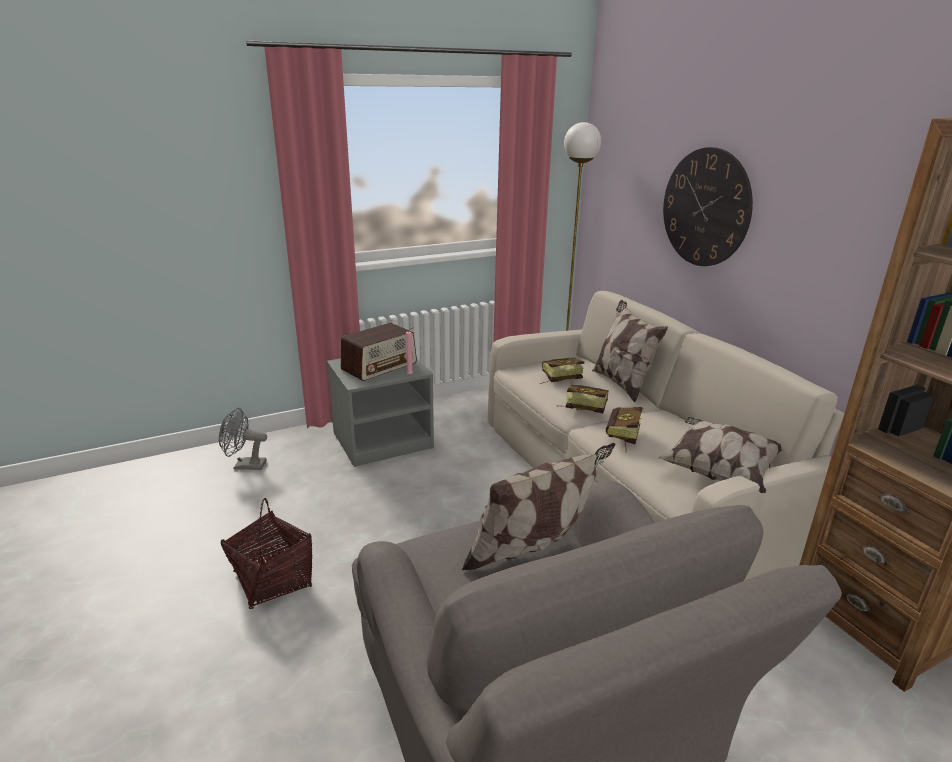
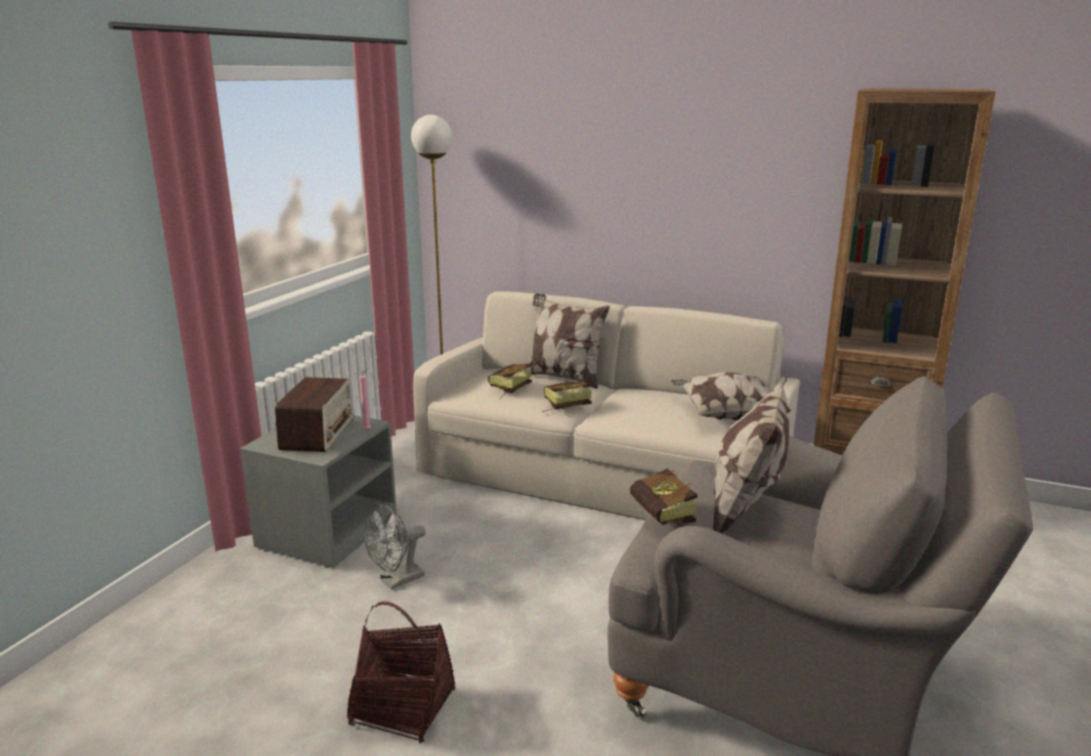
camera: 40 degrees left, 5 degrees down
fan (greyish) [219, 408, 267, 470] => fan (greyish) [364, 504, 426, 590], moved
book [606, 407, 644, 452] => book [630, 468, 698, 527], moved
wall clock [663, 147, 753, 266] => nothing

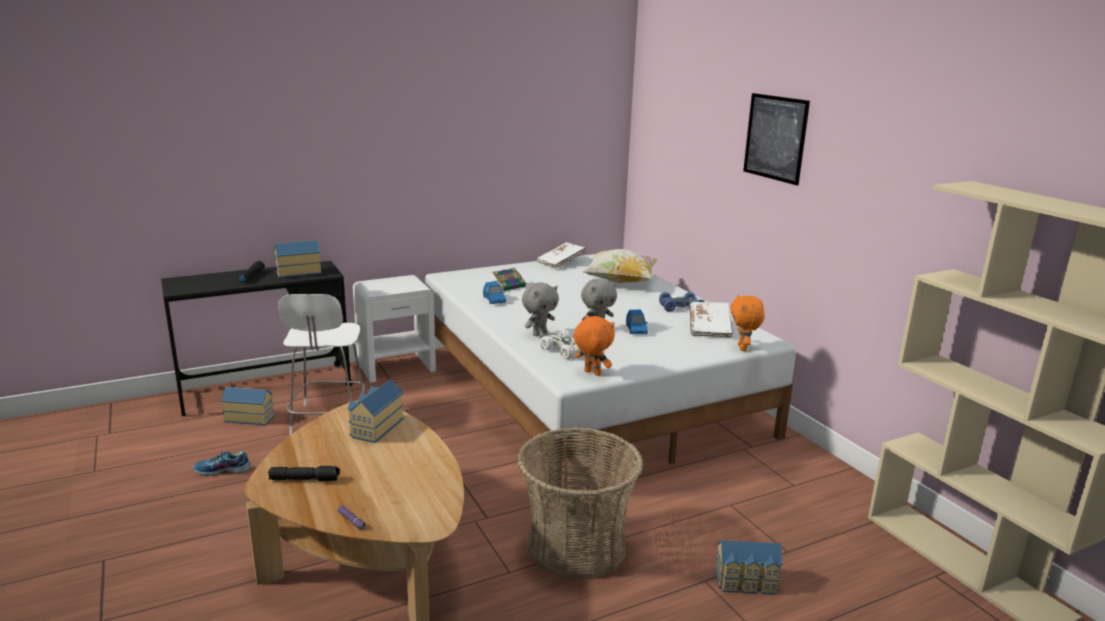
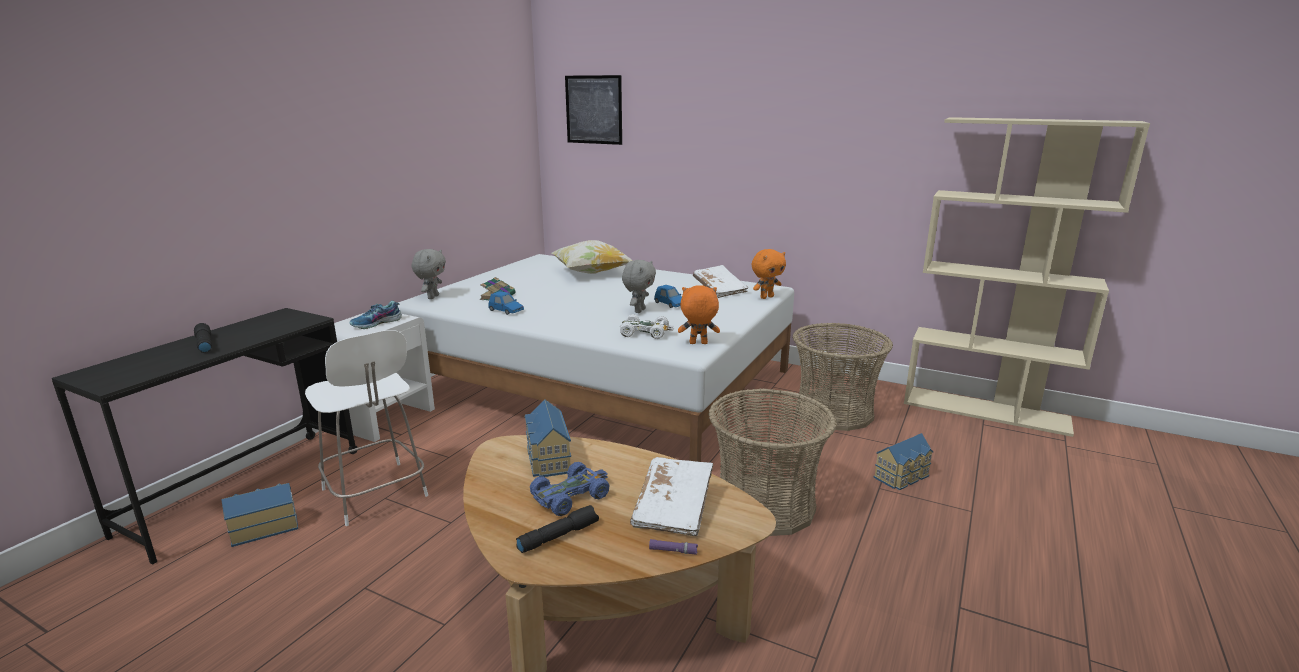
camera: 35 degrees left, 0 degrees up
item of footwear [193, 451, 251, 476] => item of footwear [349, 301, 402, 329], moved
miniature house [274, 240, 322, 278] => nothing
plush toy (greyish) [522, 282, 559, 336] => plush toy (greyish) [412, 249, 446, 299], moved
book (whitish) [537, 242, 586, 268] => book (whitish) [630, 457, 713, 536], moved
toy car (blue-coloured) [659, 292, 705, 312] => toy car (blue-coloured) [530, 462, 609, 516], moved
plush toy (orangey) [731, 294, 765, 351] => plush toy (orangey) [751, 249, 786, 299], 90 degrees counterclockwise
wall picture [743, 93, 810, 185] => wall picture [565, 75, 622, 145], moved
nothing => storage basket [792, 322, 893, 431]

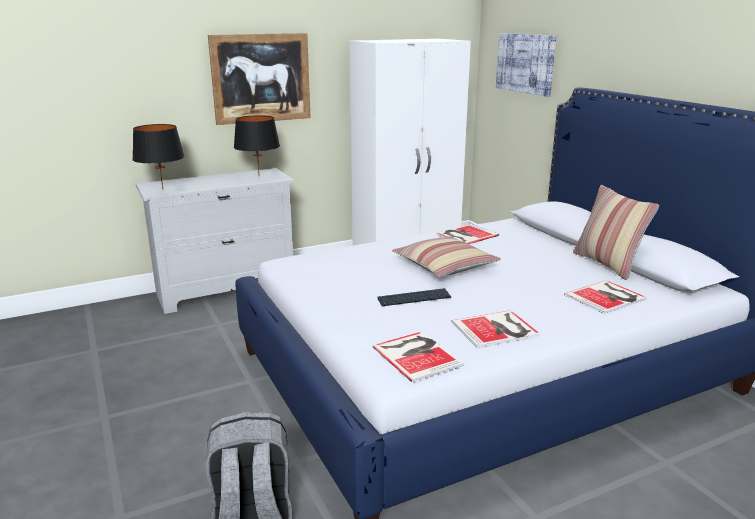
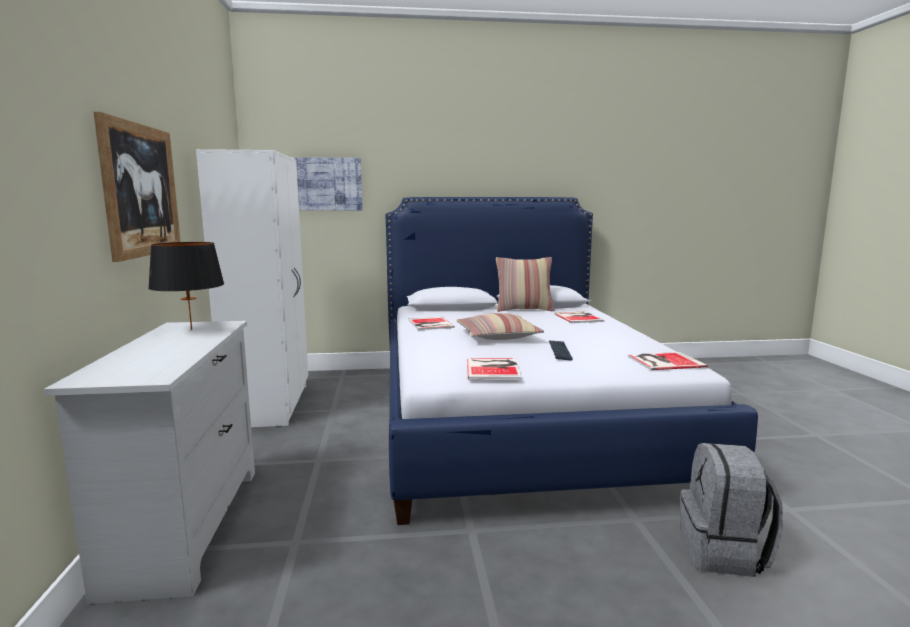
camera: 70 degrees left, 10 degrees down
table lamp (black-coloured) [132, 124, 185, 189] => nothing
book [452, 310, 540, 348] => book [467, 358, 522, 380], moved

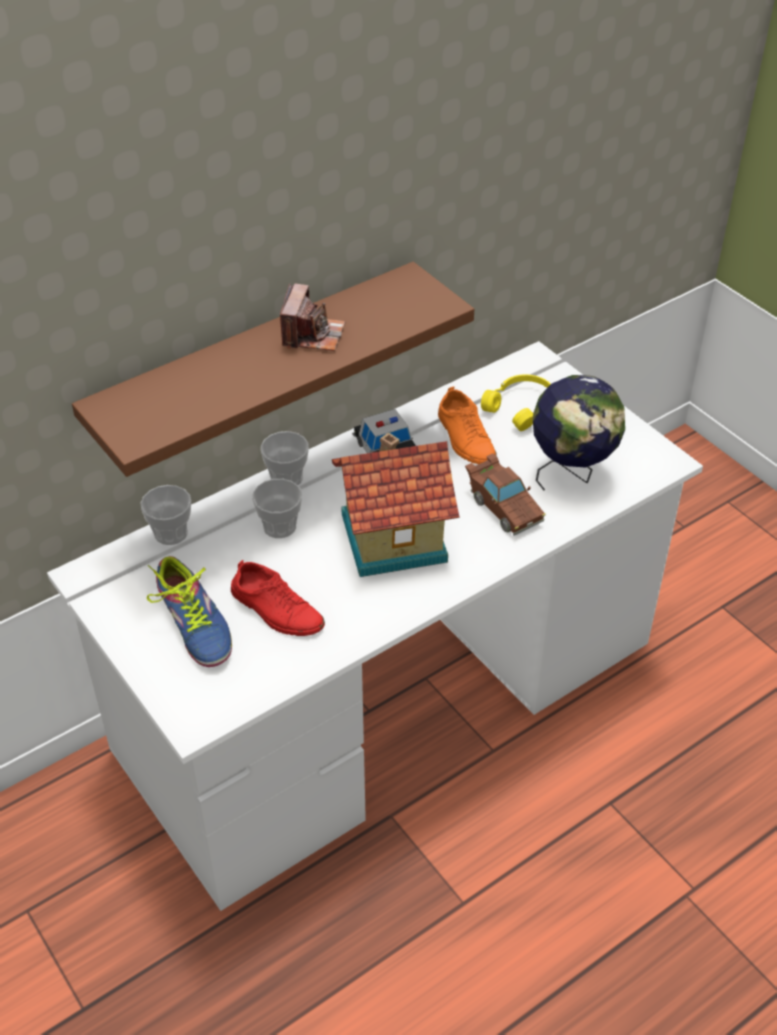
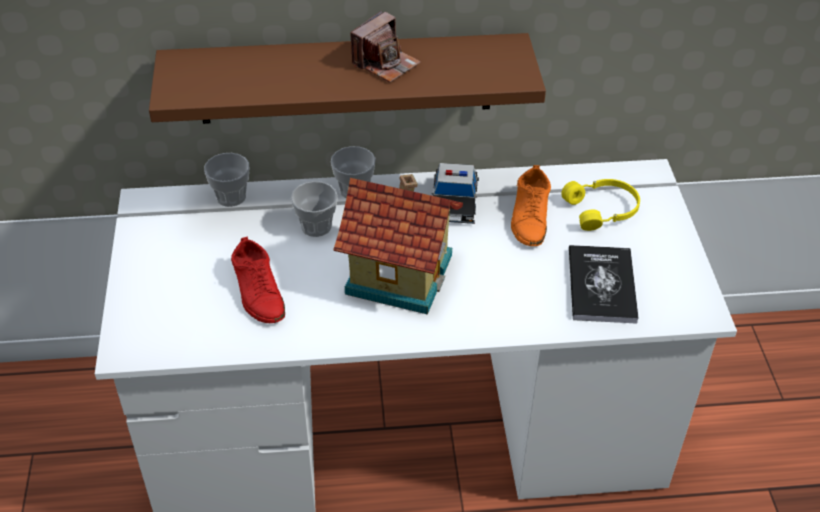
camera: 30 degrees right, 0 degrees up
item of footwear [147, 556, 232, 667] => nothing
toy car (brown) [465, 453, 546, 536] => nothing
world globe [533, 375, 625, 490] => book [569, 245, 639, 324]

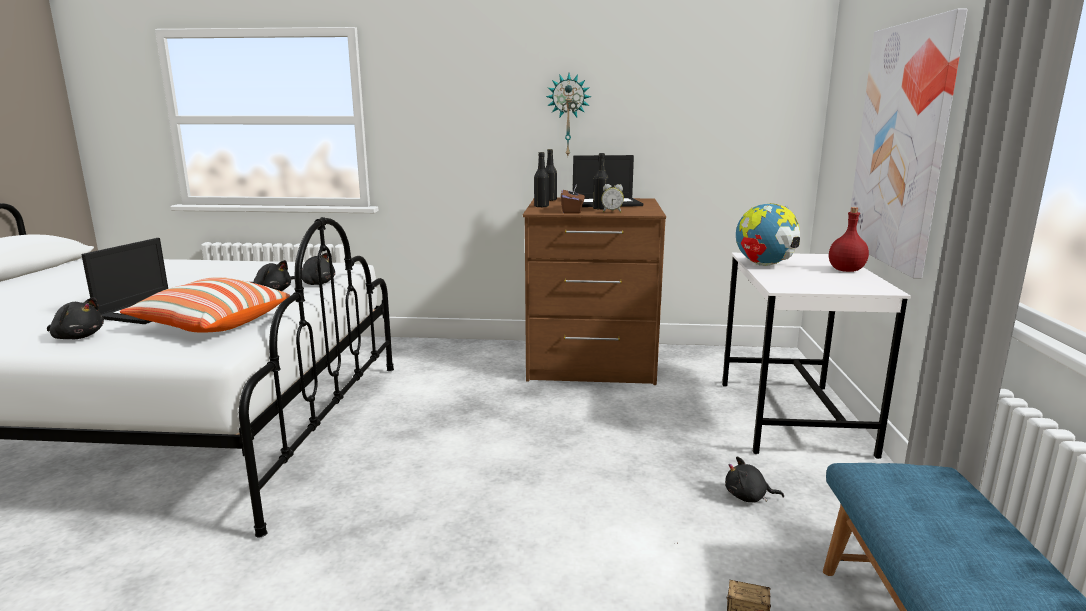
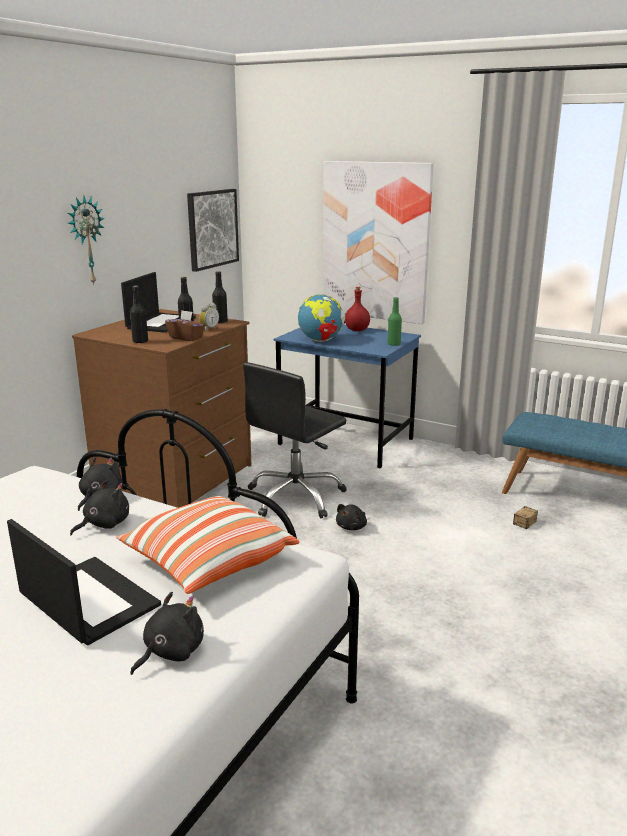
camera: 65 degrees left, 5 degrees up
drink bottle (black-coloured) [545, 149, 557, 201] => drink bottle (black-coloured) [212, 271, 228, 323], moved
desk table (whitish) [722, 253, 911, 459] => desk table (blue-coloured) [274, 324, 421, 468]
plush toy (black-coloured) [725, 457, 784, 502] => plush toy (black-coloured) [336, 504, 367, 530], moved
nothing => wall picture [187, 189, 239, 272]
nothing => desk chair (black-coloured) [243, 362, 347, 518]
nothing => drink bottle (green-coloured) [388, 297, 402, 346]

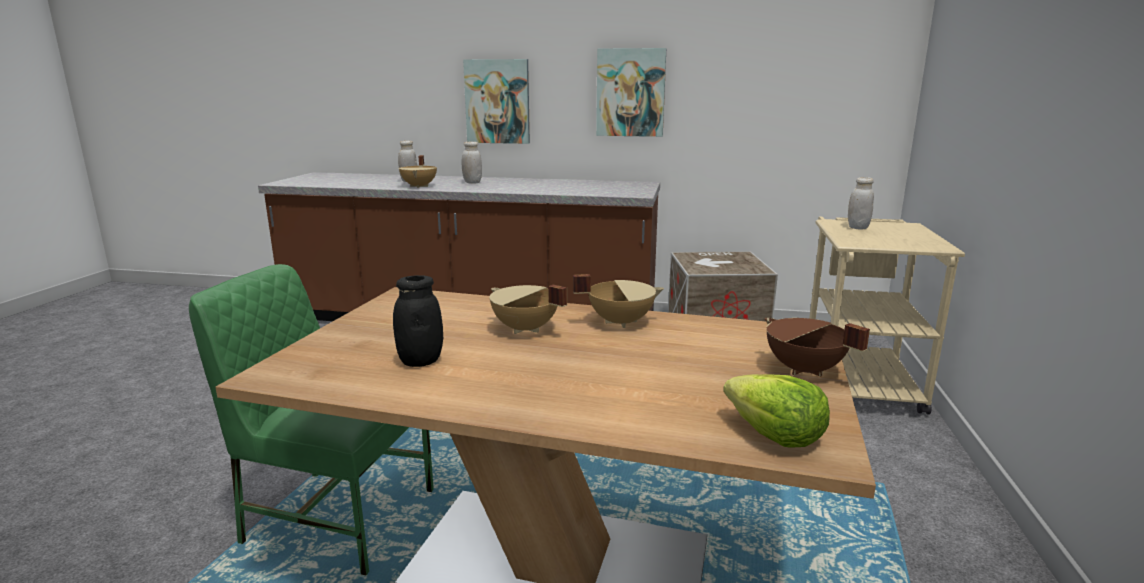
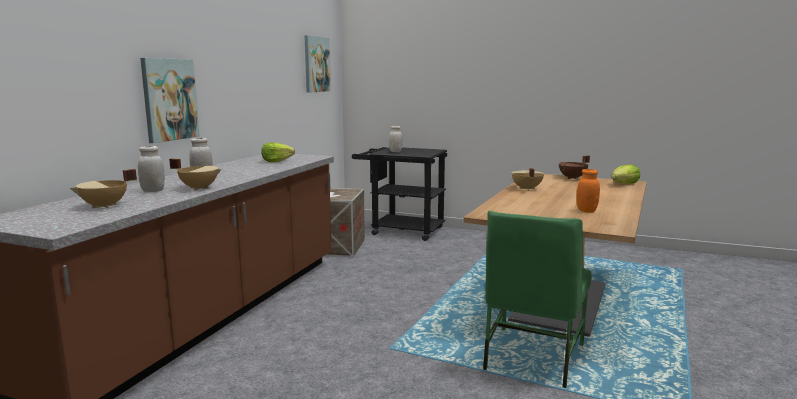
camera: 80 degrees left, 5 degrees down
storage jar (black-coloured) [393, 275, 443, 367] => storage jar (orangey) [576, 169, 600, 213]
cooking pot (beige-coloured) [489, 284, 567, 334] => cooking pot (beige-coloured) [70, 169, 137, 208], moved
wall picture [596, 48, 666, 137] => wall picture [304, 35, 331, 93], moved
wheeled cart (beige-coloured) [809, 217, 965, 415] => wheeled cart (black-coloured) [352, 147, 447, 241]
nothing => lettuce head [261, 142, 295, 162]

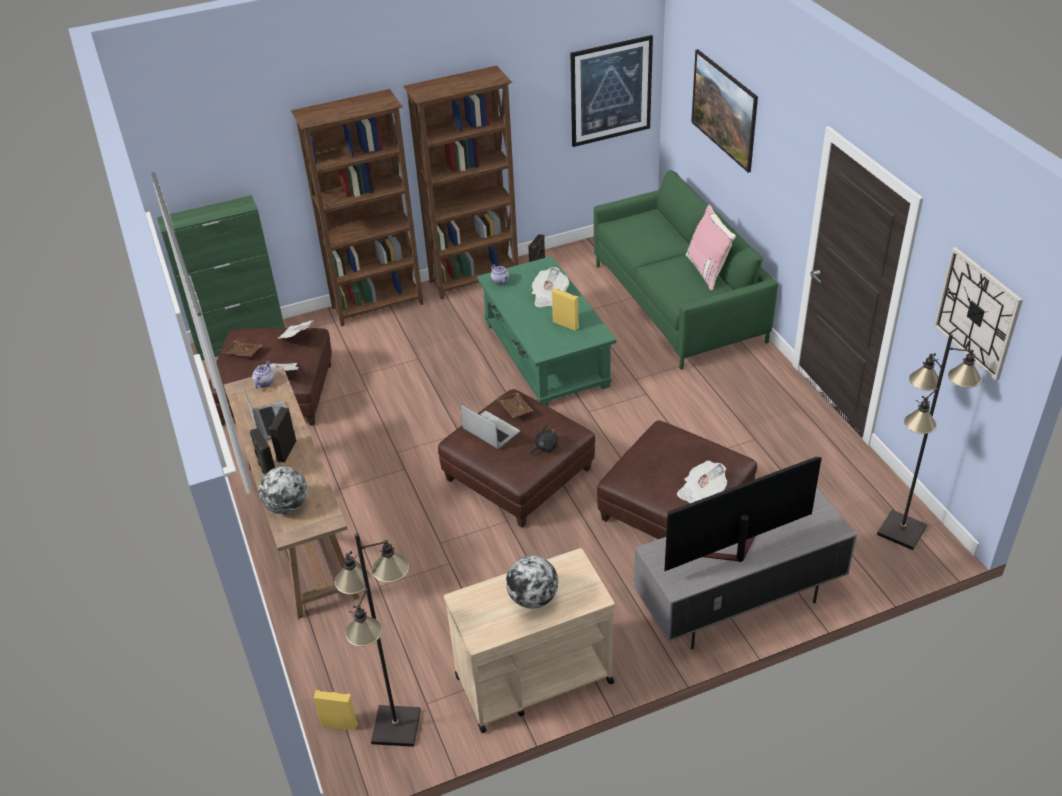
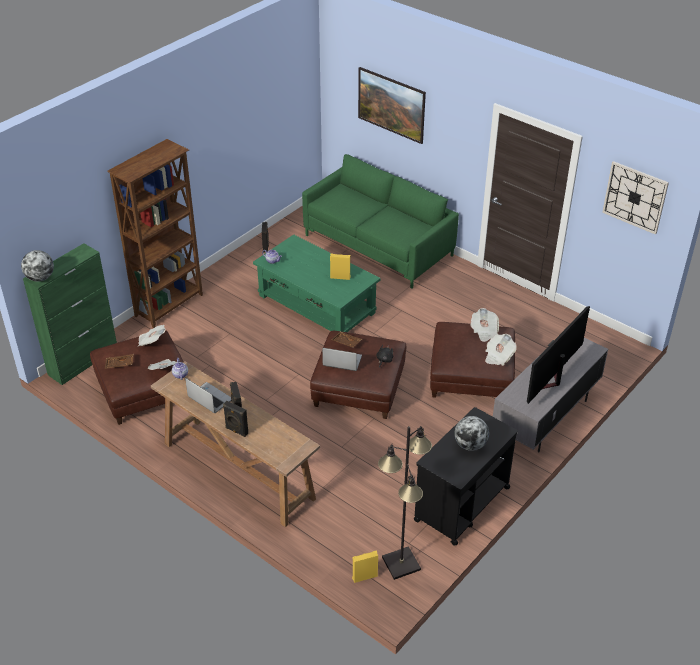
camera: 30 degrees left, 0 degrees up
world globe [259, 466, 308, 514] => world globe [21, 250, 54, 282], moved
bookshelf (brown) [403, 65, 519, 299] => nothing
wheeled cart (beige-coloured) [444, 548, 615, 733] => wheeled cart (black-coloured) [414, 407, 518, 546]
printed paper [531, 267, 569, 307] => printed paper [470, 308, 499, 342], moved
wall picture [570, 35, 653, 147] => nothing
pillow (pink-coloured) [686, 205, 736, 290] => nothing
floor lamp (black-coloured) [877, 334, 982, 550] => nothing

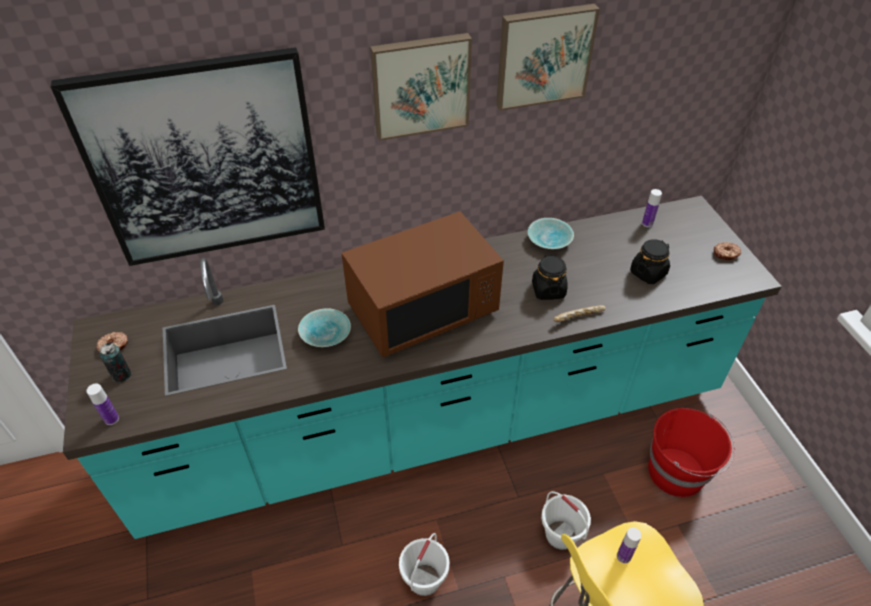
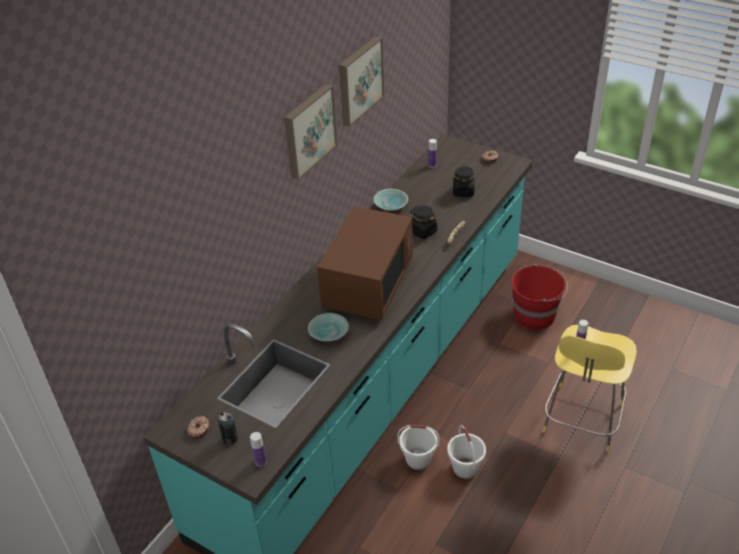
camera: 40 degrees left, 5 degrees down
wall picture [50, 47, 325, 266] => nothing
water bucket (whitish) [541, 491, 591, 550] => water bucket (whitish) [398, 424, 439, 470], moved

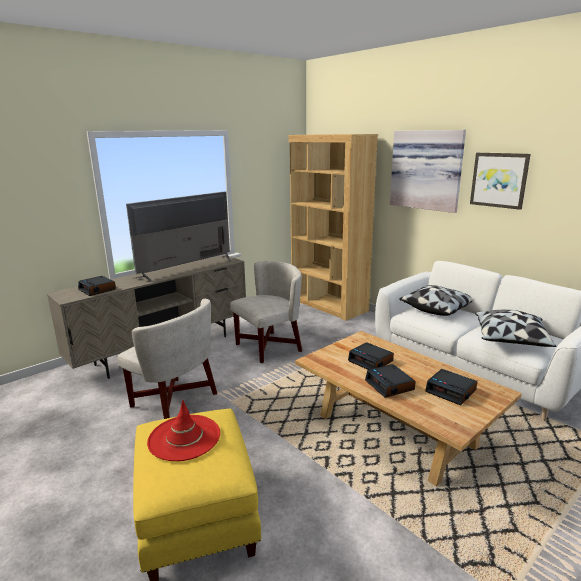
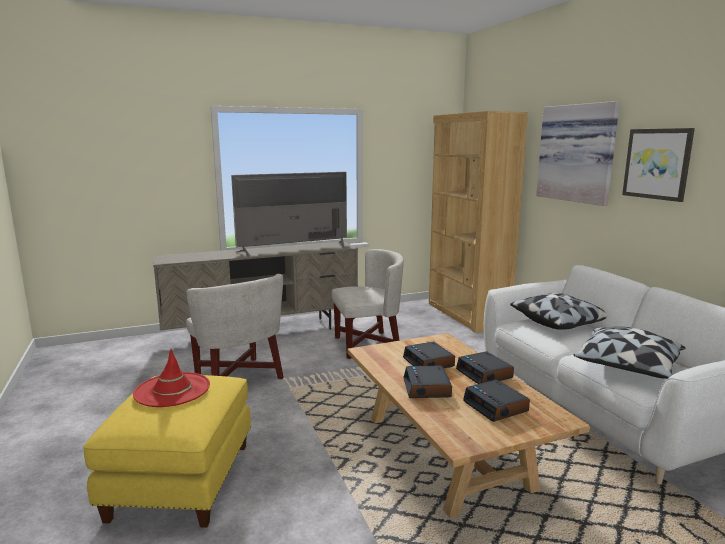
camera: 20 degrees right, 5 degrees down
alarm clock [78, 276, 116, 296] => alarm clock [456, 351, 514, 384], moved

